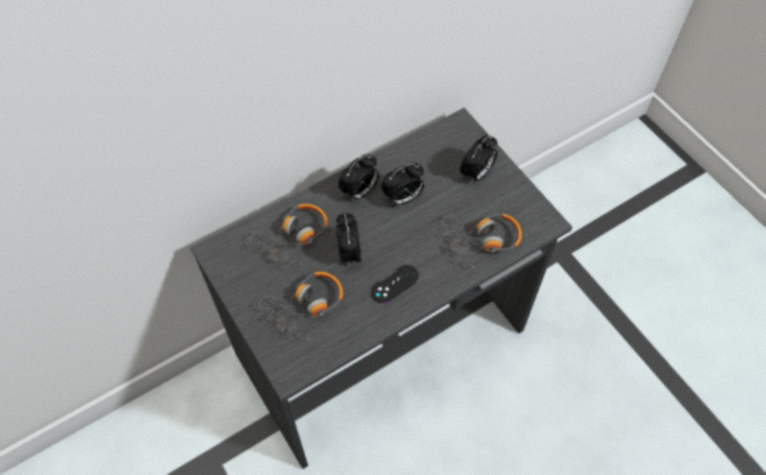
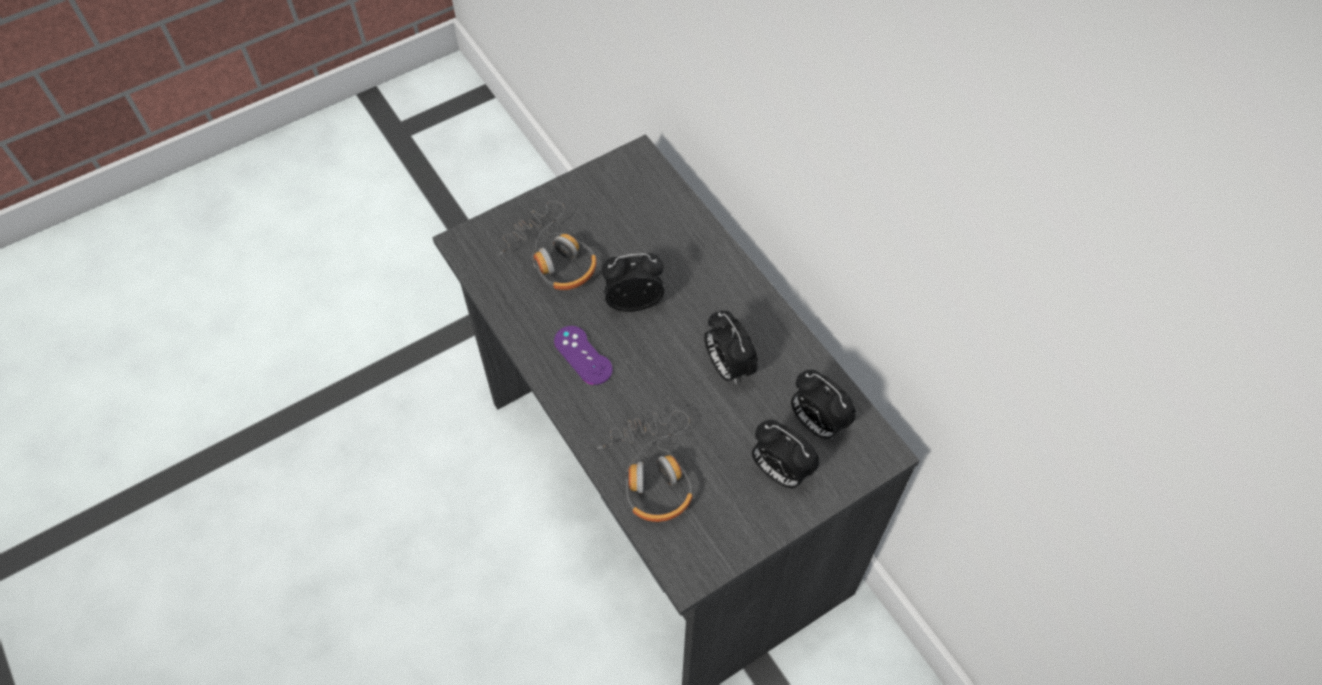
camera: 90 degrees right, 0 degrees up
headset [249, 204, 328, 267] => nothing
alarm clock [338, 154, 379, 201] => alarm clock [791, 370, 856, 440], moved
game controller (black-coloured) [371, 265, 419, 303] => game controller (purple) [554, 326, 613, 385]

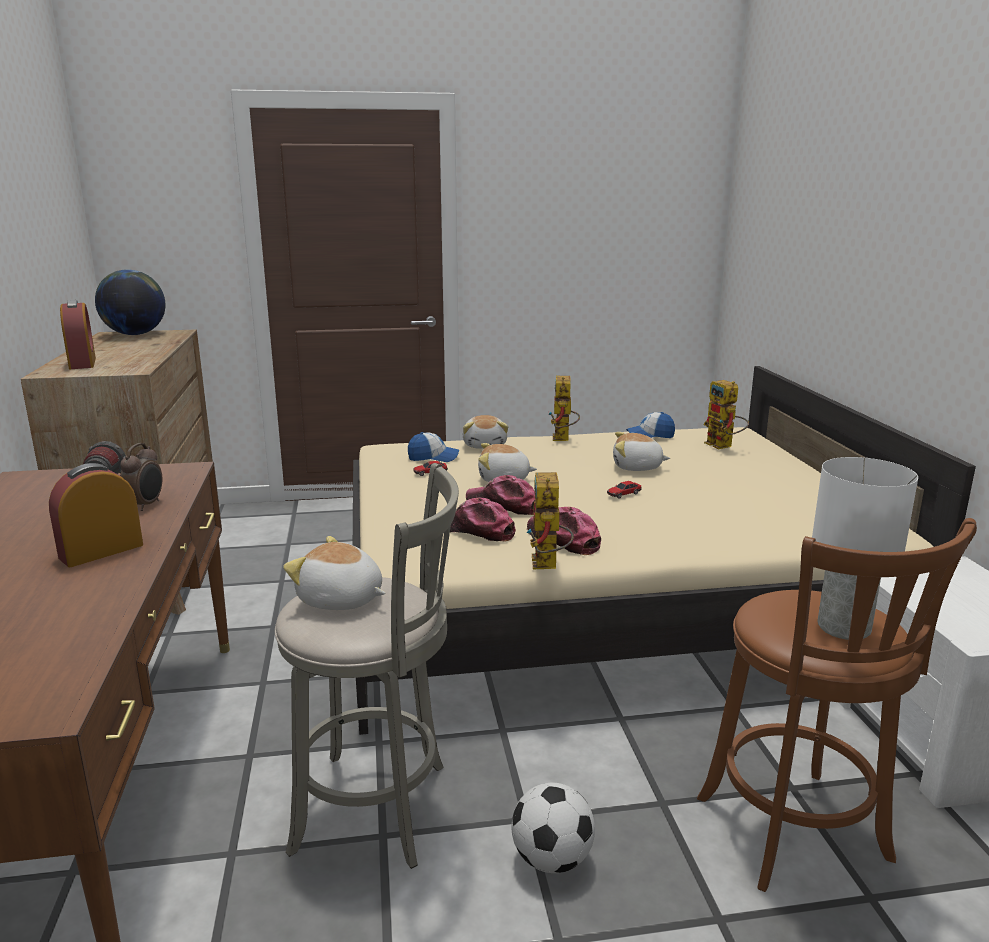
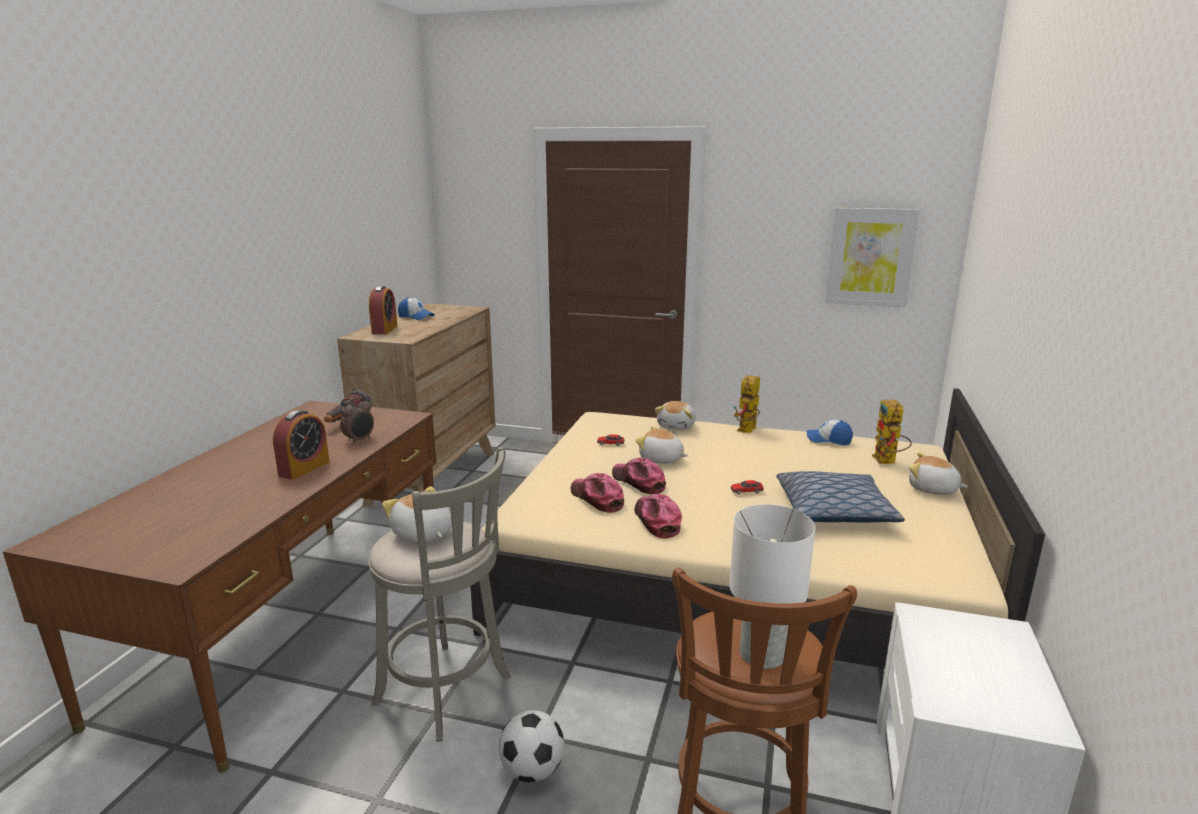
camera: 25 degrees right, 0 degrees up
alarm clock [49, 463, 143, 567] => alarm clock [273, 410, 330, 480], 135 degrees clockwise
world globe [95, 269, 165, 335] => nothing
peaked cap [408, 432, 459, 462] => peaked cap [398, 297, 435, 320], moved
robot figure [526, 472, 574, 569] => nothing
plush toy [613, 432, 670, 471] => plush toy [909, 452, 968, 495], moved
nothing => pillow [776, 471, 905, 522]
nothing => wall picture [825, 208, 919, 307]

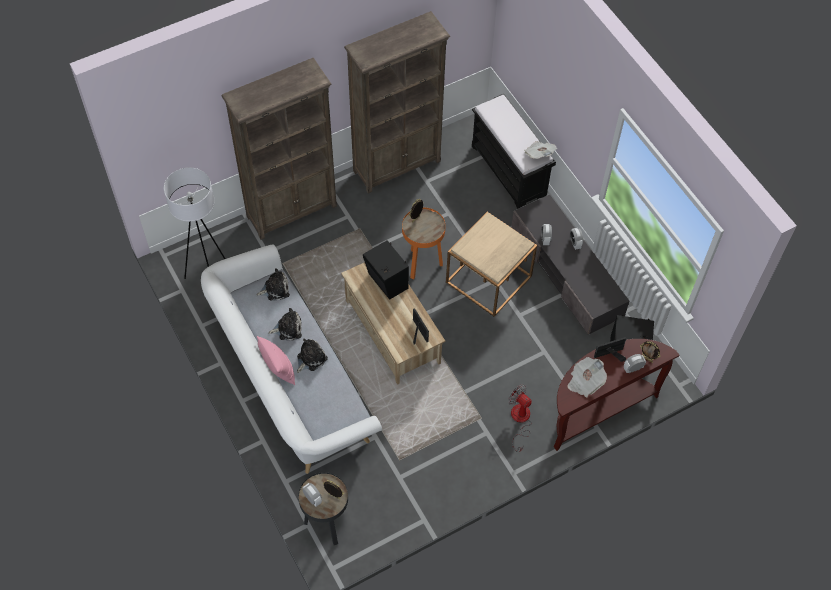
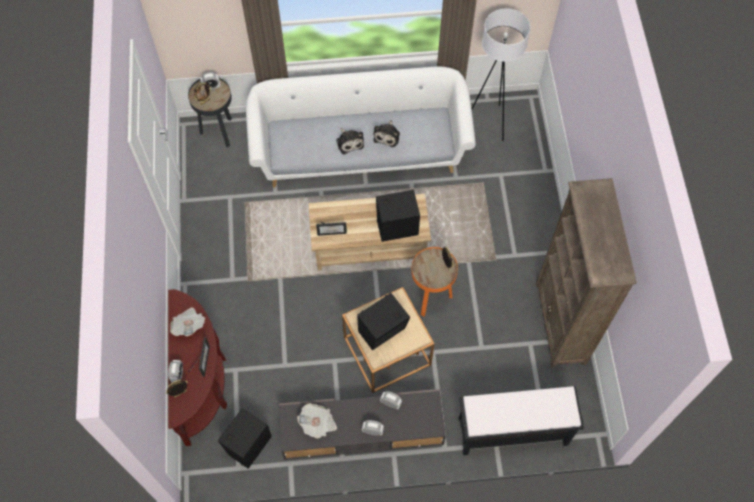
camera: 115 degrees right, 5 degrees up
bookshelf (brown) [221, 58, 337, 240] => nothing
plush toy [256, 268, 290, 300] => nothing
pillow (pink-coloured) [257, 336, 295, 385] => nothing
fan [508, 385, 532, 452] => nothing
printed paper [524, 141, 557, 159] => printed paper [297, 403, 337, 439], moved
nothing => audio speaker (black-coloured) [357, 293, 410, 350]

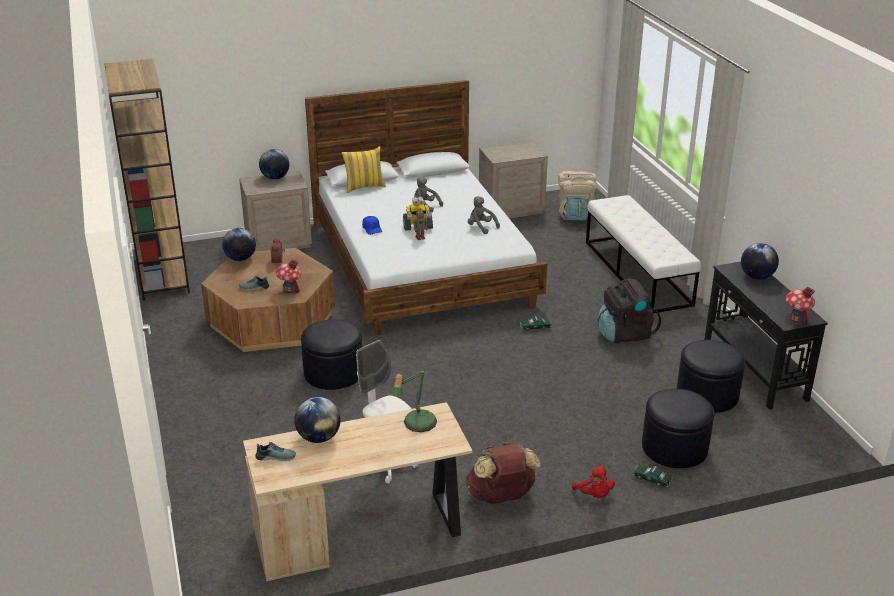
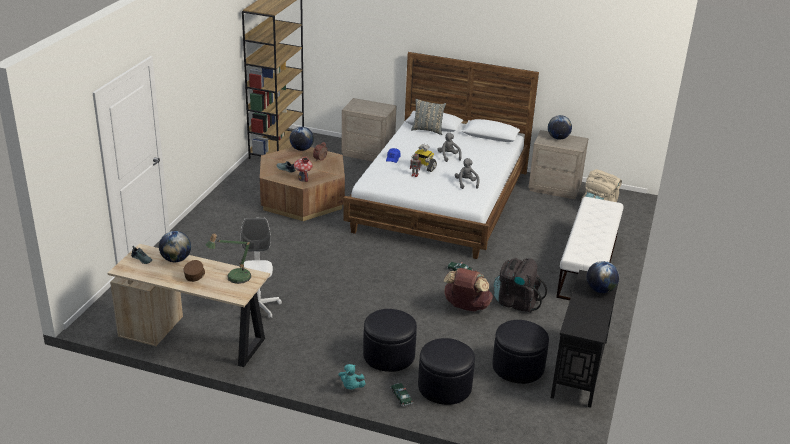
camera: 35 degrees right, 0 degrees up
world globe [259, 149, 289, 179] => world globe [548, 115, 572, 140], moved
footrest (black-coloured) [301, 319, 362, 390] => footrest (black-coloured) [363, 309, 417, 372], moved
pillow (yellowish) [341, 146, 386, 193] => pillow (greyish) [411, 99, 446, 135]
backpack (brown) [466, 443, 541, 504] => backpack (brown) [444, 268, 493, 312], moved
plush toy (reddish) [572, 465, 615, 498] => plush toy (turquoise) [339, 364, 366, 389]
miniature house [786, 287, 815, 325] => nothing
nothing => peaked cap (brown) [183, 260, 205, 282]

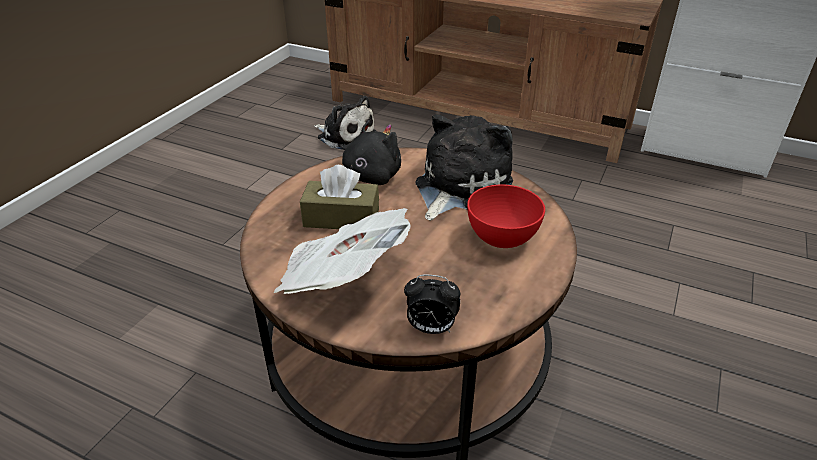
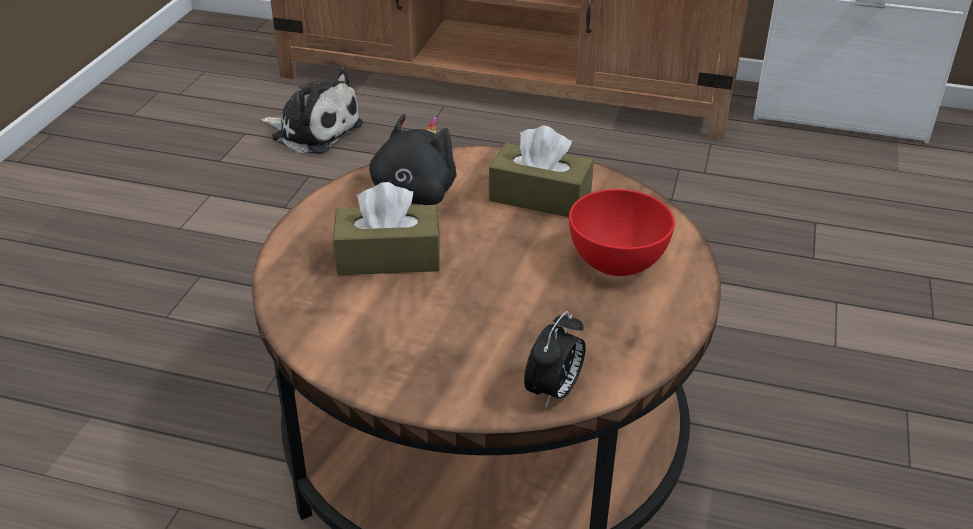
camera: 10 degrees left, 0 degrees up
printed paper [274, 208, 411, 294] => nothing
alarm clock [404, 274, 460, 334] => alarm clock [524, 311, 585, 408], 60 degrees counterclockwise
plush toy [415, 114, 513, 221] => tissue box (brown) [489, 126, 594, 217]

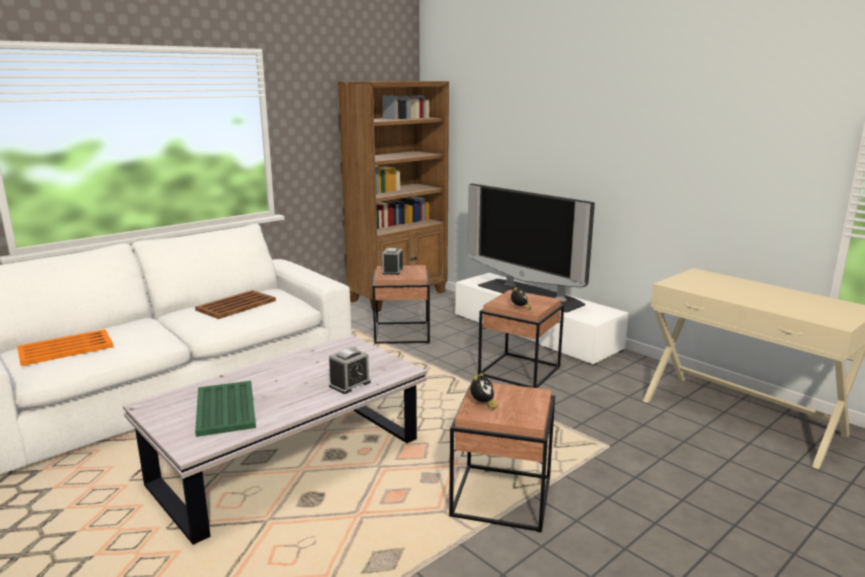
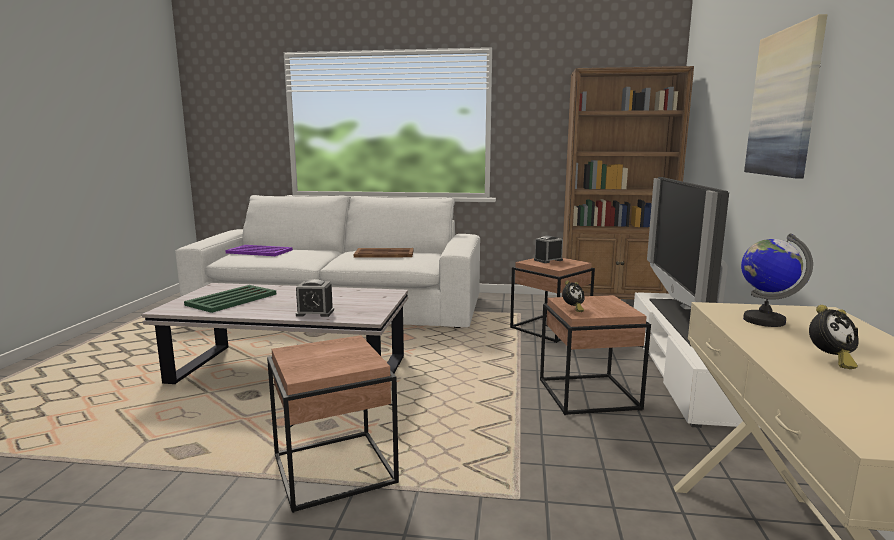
camera: 50 degrees right, 5 degrees down
tray (orangey) [17, 329, 114, 366] => tray (purple) [225, 245, 293, 256]
alarm clock [470, 373, 498, 410] => alarm clock [809, 305, 859, 369], moved
nothing => world globe [741, 233, 813, 327]
nothing => wall picture [744, 14, 827, 178]

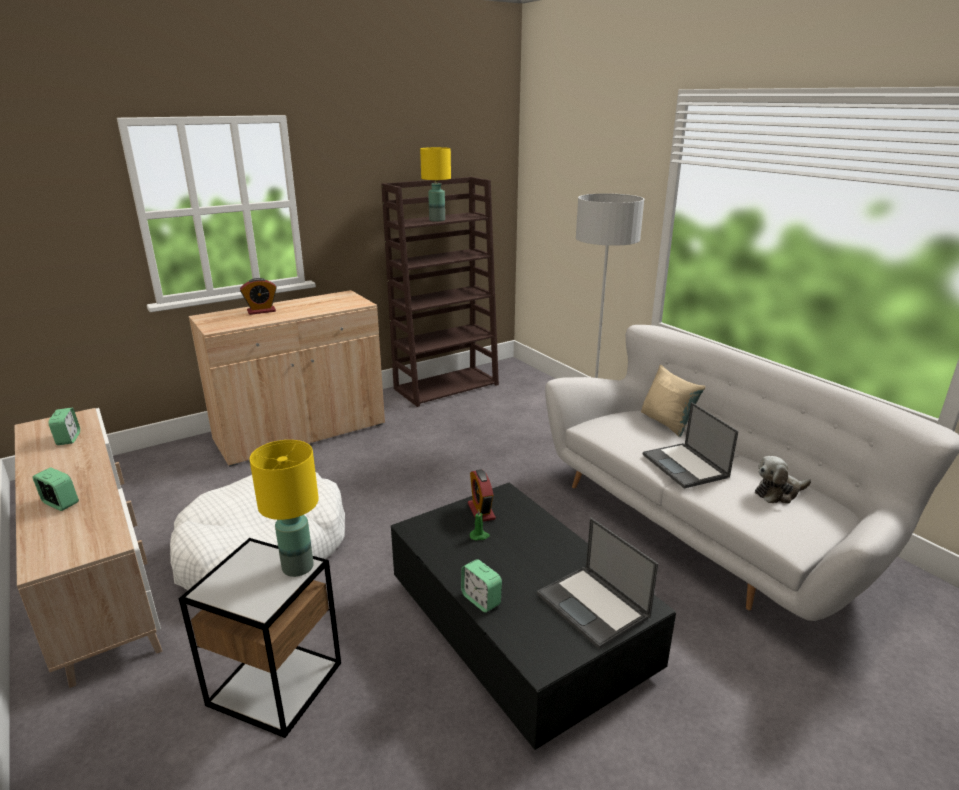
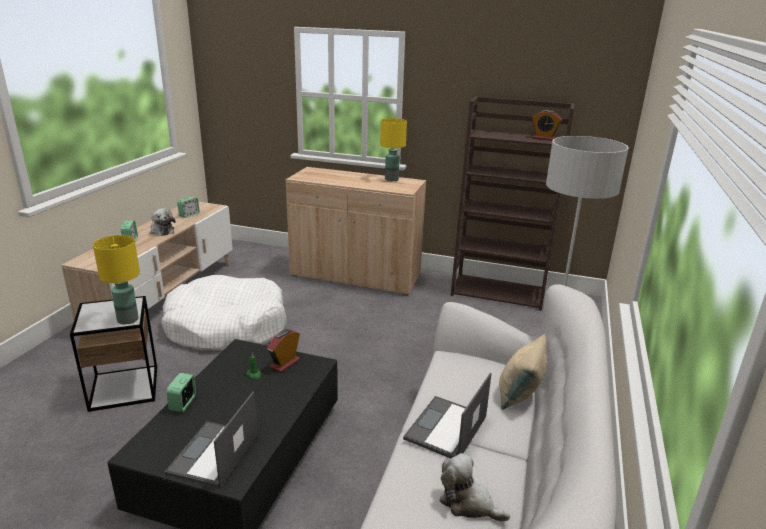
camera: 50 degrees right, 0 degrees up
alarm clock [240, 278, 277, 315] => alarm clock [532, 110, 562, 141], moved
table lamp (yellowish) [420, 147, 451, 222] => table lamp (yellowish) [380, 118, 407, 181], moved
nothing => plush toy [150, 208, 176, 236]

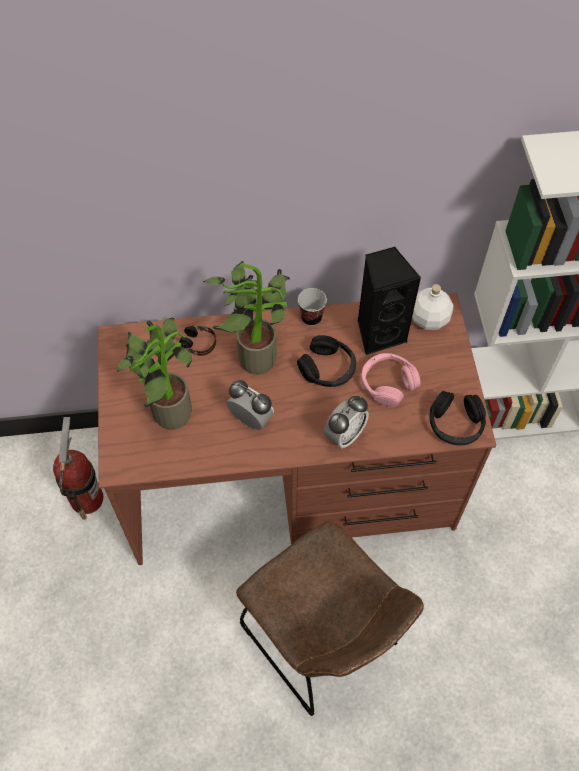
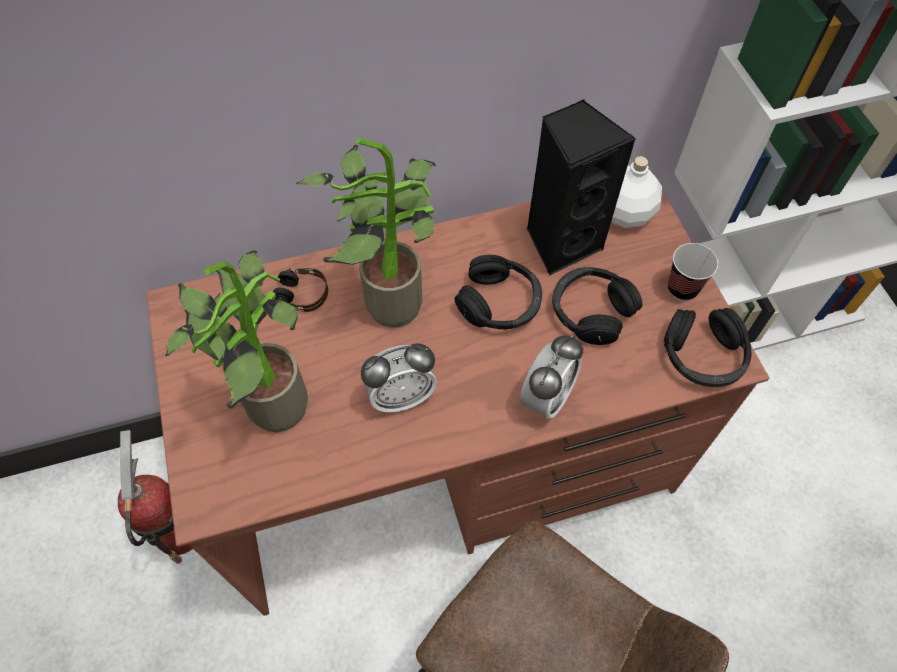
camera: 10 degrees left, 0 degrees up
alarm clock [226, 380, 274, 430] => alarm clock [361, 343, 437, 413], 135 degrees clockwise
drinking cup [298, 288, 327, 326] => drinking cup [668, 243, 718, 301], moved
headset (pink-coloured) [361, 353, 421, 407] => headset (black-coloured) [552, 267, 642, 345]

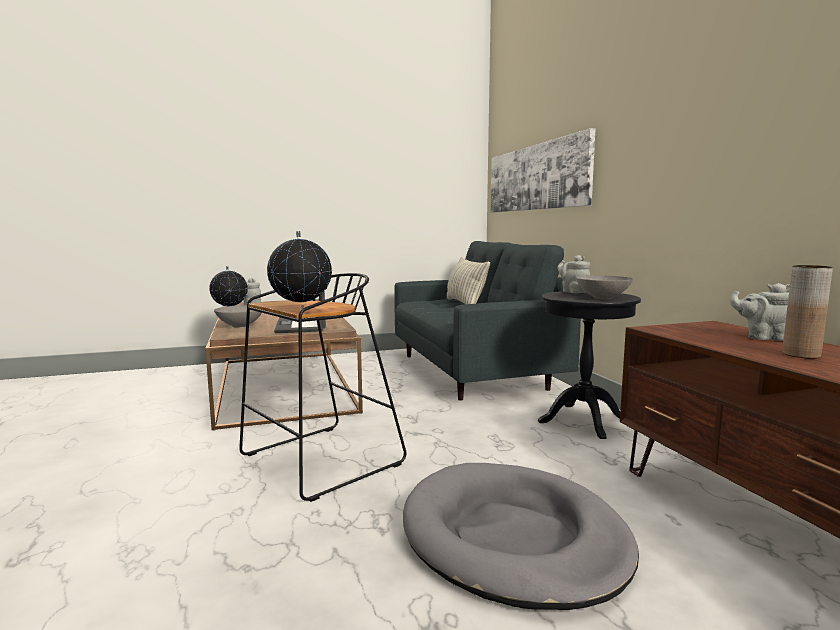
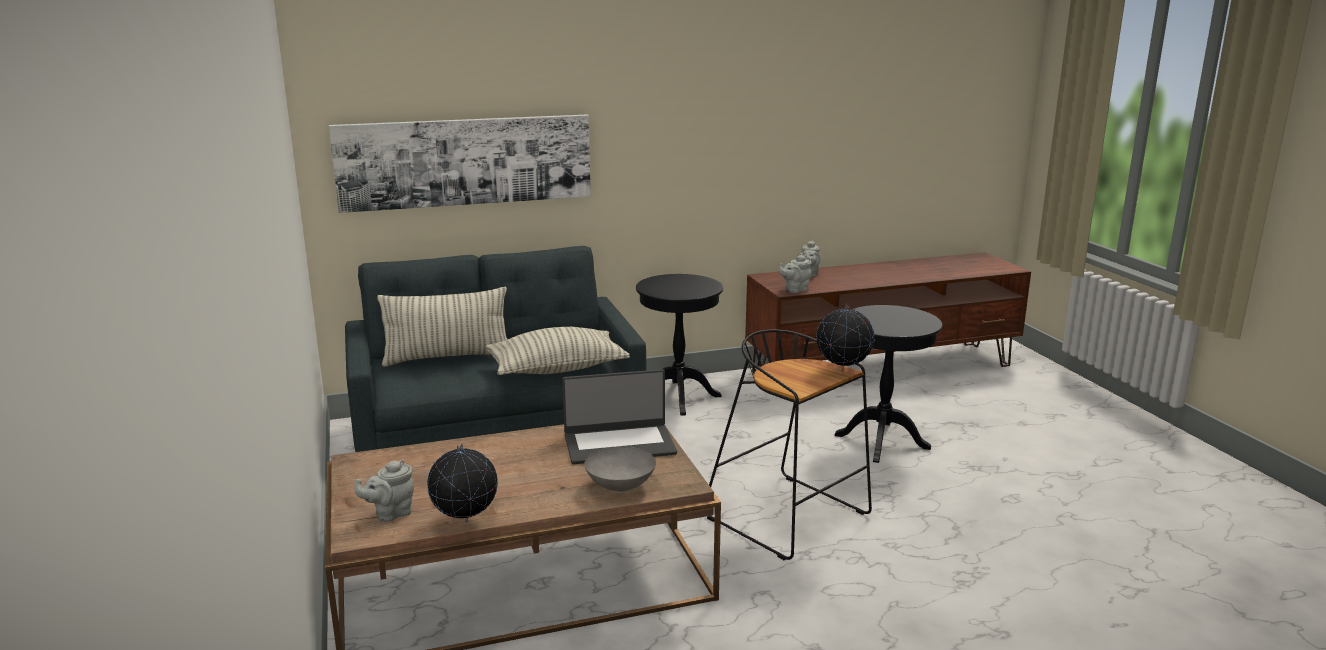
camera: 90 degrees left, 10 degrees up
pet bed (greyish) [403, 463, 639, 610] => accent table (black-coloured) [834, 305, 942, 463]
tea pot (greyish) [558, 255, 590, 293] => tea pot (greyish) [779, 255, 812, 293], moved
bowl (greyish) [576, 275, 633, 299] => nothing
flower vase (brown) [782, 265, 833, 359] => nothing
nothing => pillow [486, 327, 630, 375]

